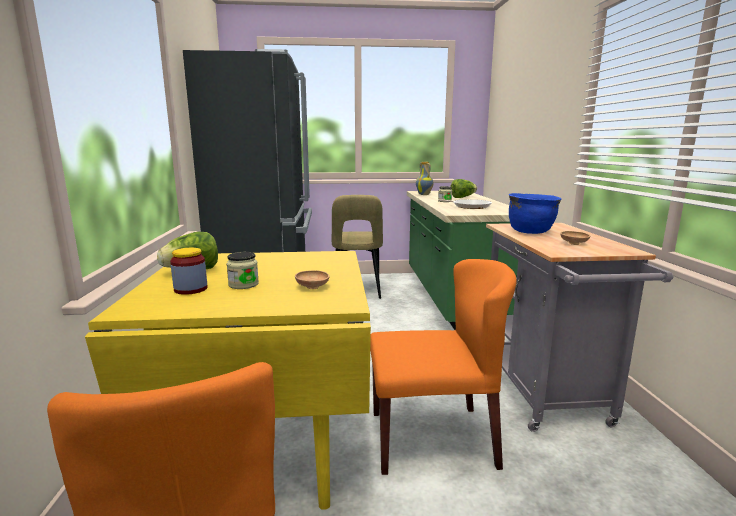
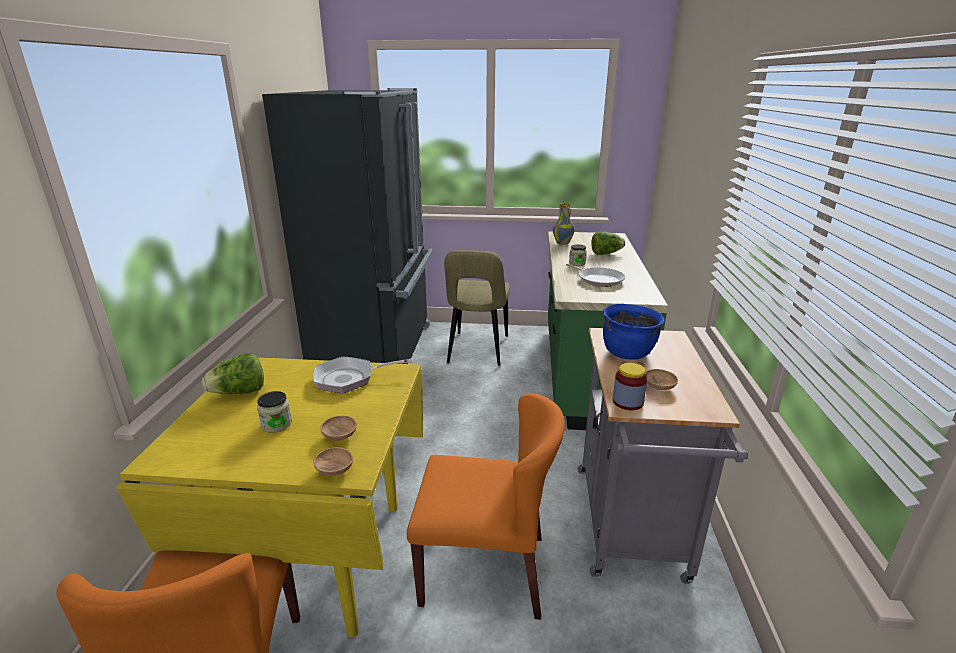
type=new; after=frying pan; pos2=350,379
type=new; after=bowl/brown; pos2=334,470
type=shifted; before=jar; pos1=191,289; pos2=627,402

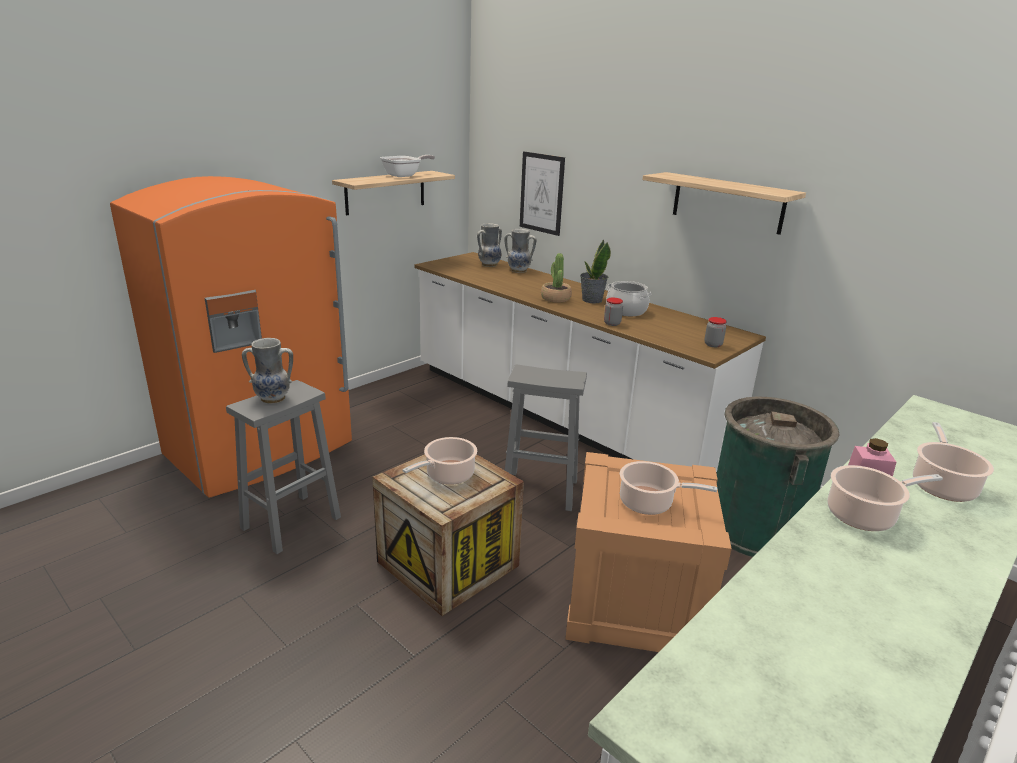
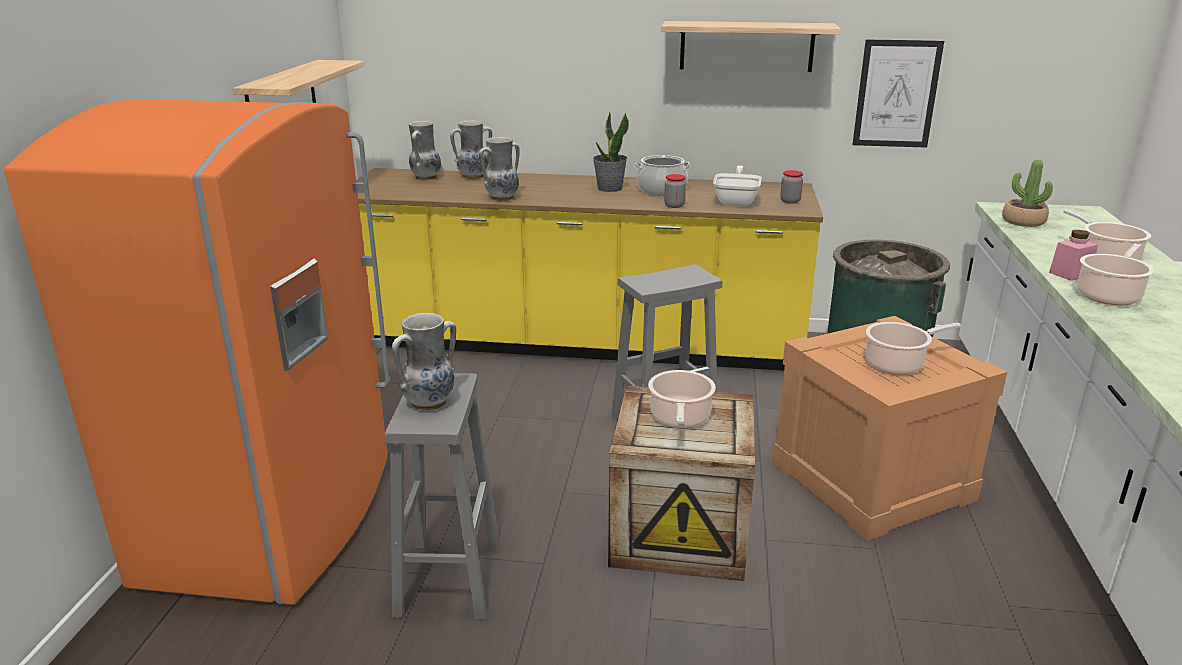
type=repainted; before=counter/white; after=counter/yellow; pos1=558,416; pos2=578,344
type=new; after=vase; pos2=502,198
type=shifted; before=frying pan; pos1=405,175; pos2=736,201
type=shifted; before=picture; pos1=541,193; pos2=896,94
type=shifted; before=potted plant; pos1=555,298; pos2=1023,221

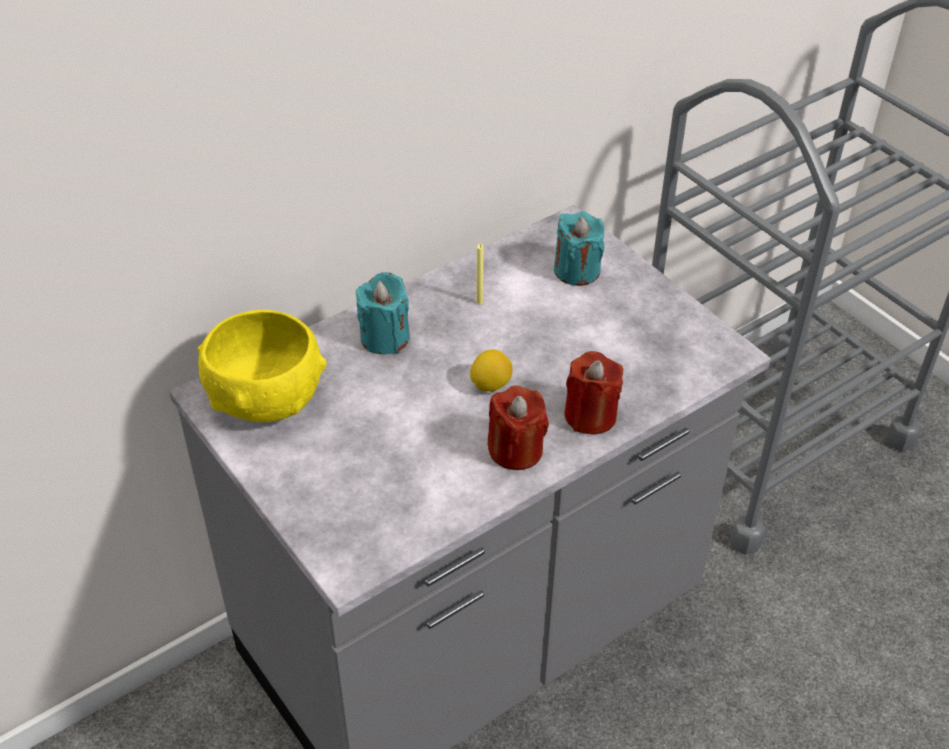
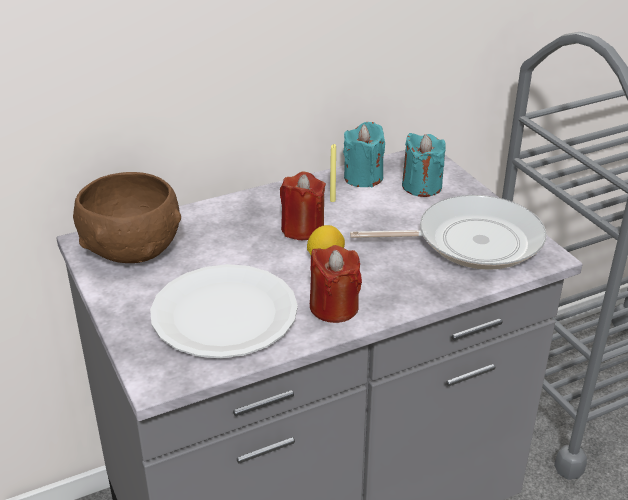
type=repainted; before=bowl/yellow; after=bowl/brown; pos1=266,399; pos2=132,250
type=new; after=plate/white; pos2=224,314
type=shifted; before=candle/red; pos1=590,415; pos2=302,229
type=shifted; before=candle/turquoise; pos1=385,338; pos2=363,177
type=new; after=frying pan; pos2=471,241

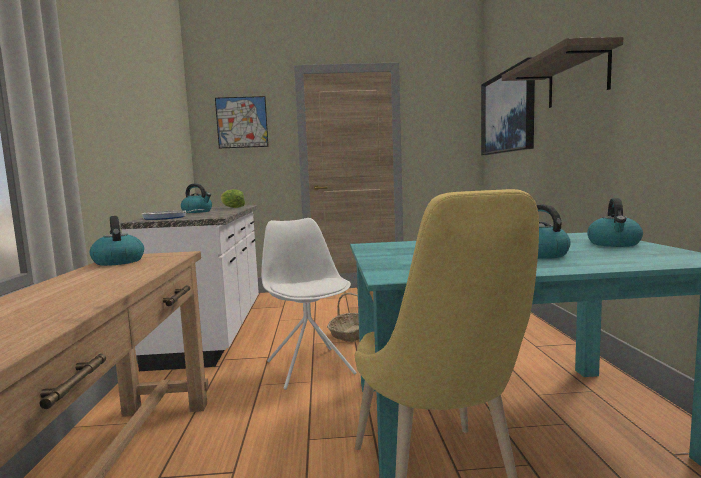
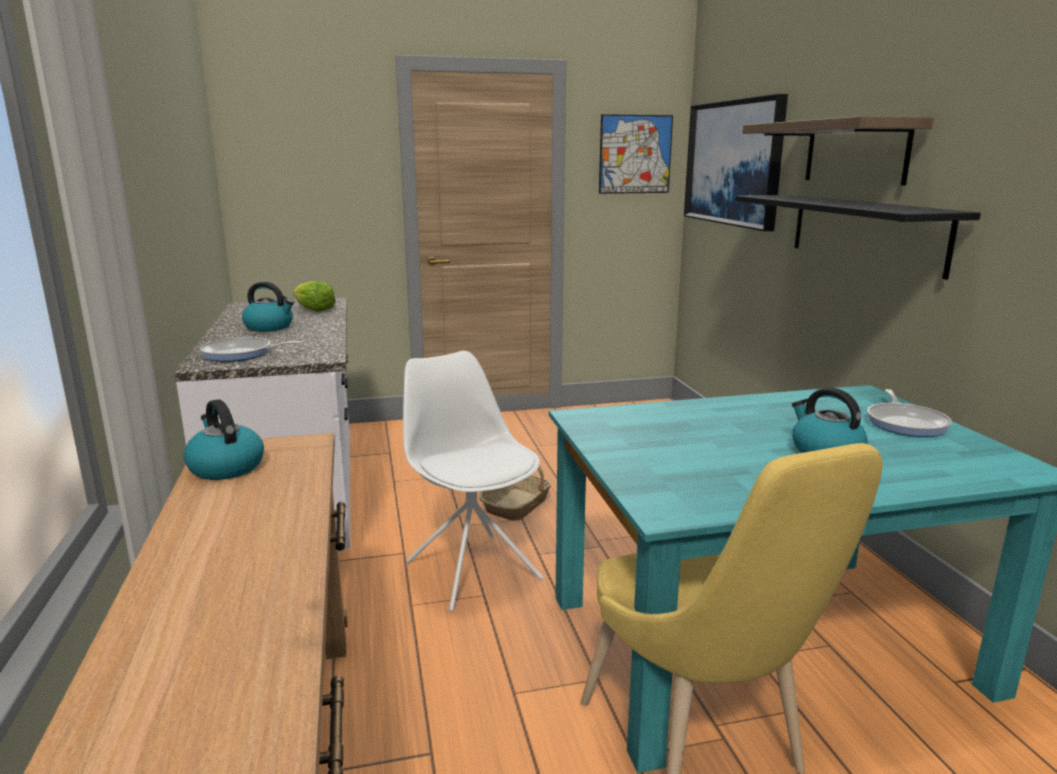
type=shifted; before=picture; pos1=242,122; pos2=635,154
type=new; after=shelf/black; pos2=865,232
type=swapped; before=kettle; after=frying pan; pos1=614,244; pos2=906,423

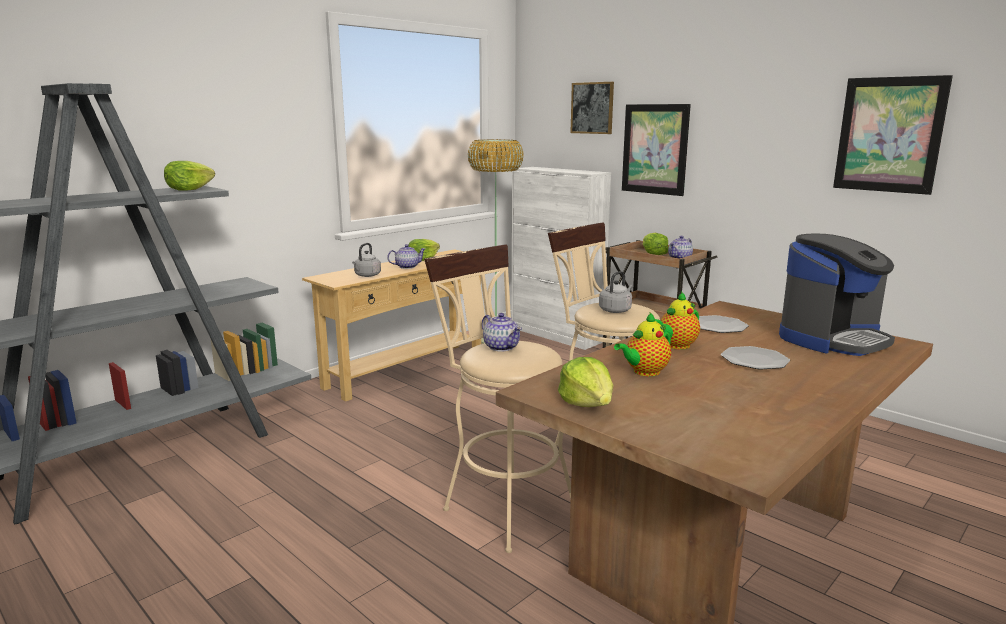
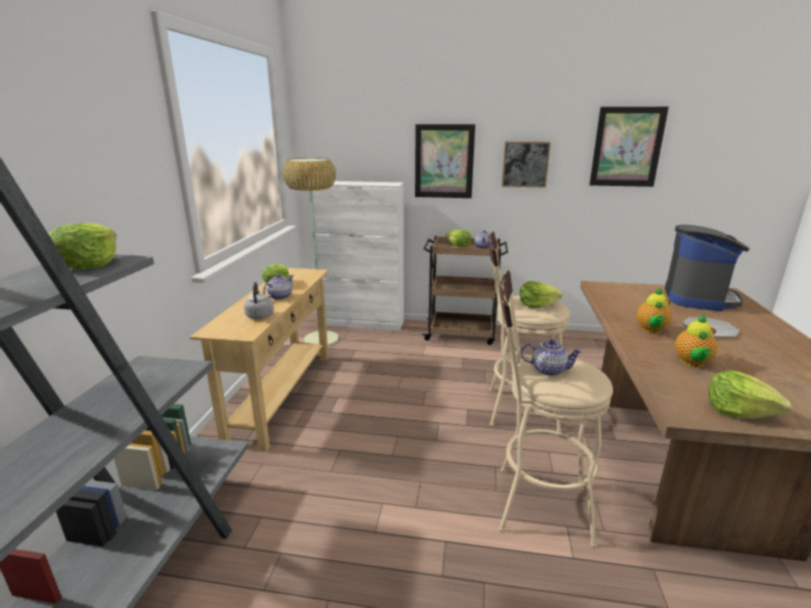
type=shifted; before=picture; pos1=592,108; pos2=525,164
type=swapped; before=kettle/grey; after=lettuce; pos1=616,310; pos2=537,305
type=gone; before=plate; pos1=718,326

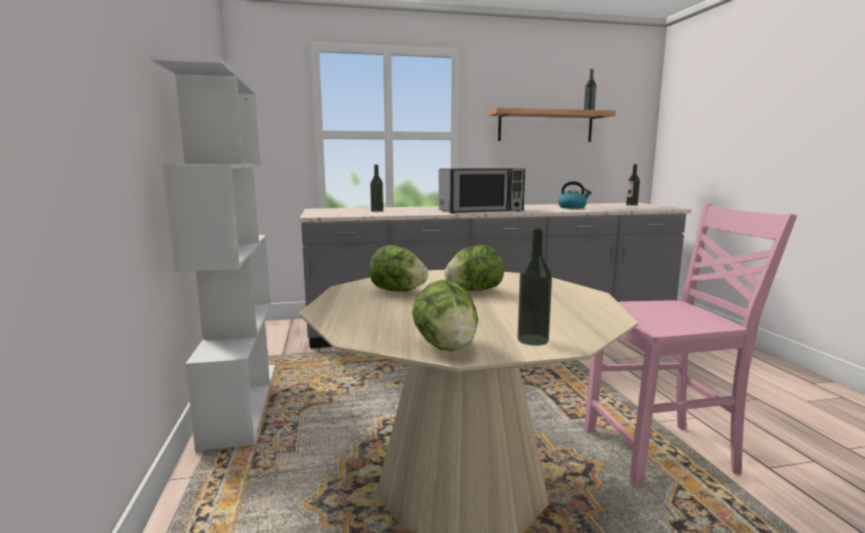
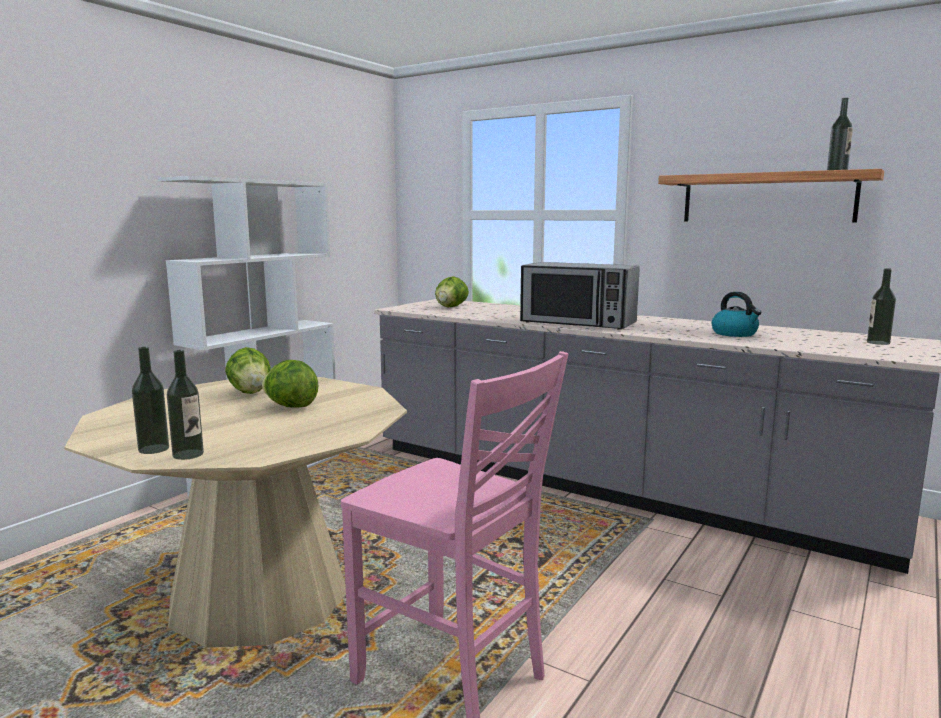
type=shifted; before=bottle; pos1=377,211; pos2=188,454
type=shifted; before=lettuce; pos1=446,346; pos2=450,307

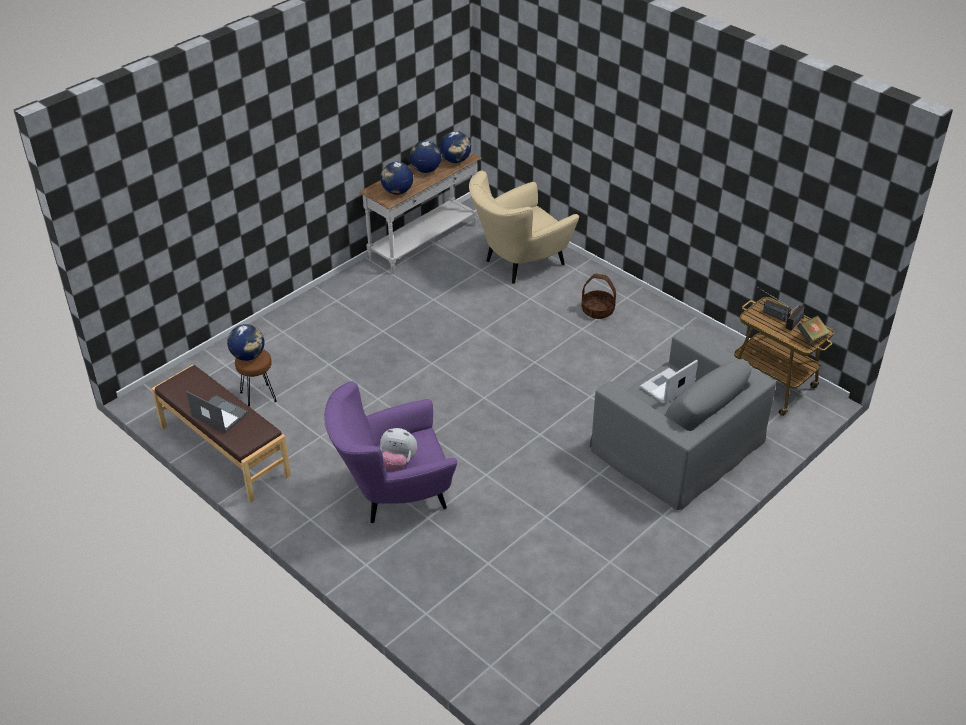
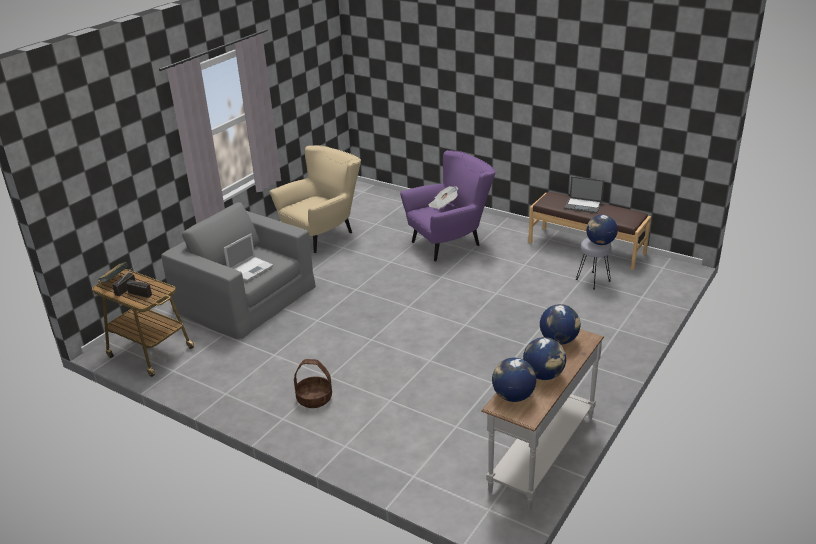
type=shifted; before=armchair/beige; pos1=519,264; pos2=324,234
type=swapped; before=plush toy; after=newspaper; pos1=397,463; pos2=443,205
type=repainted; before=stool/brown; after=stool/grey; pos1=259,396; pos2=592,280

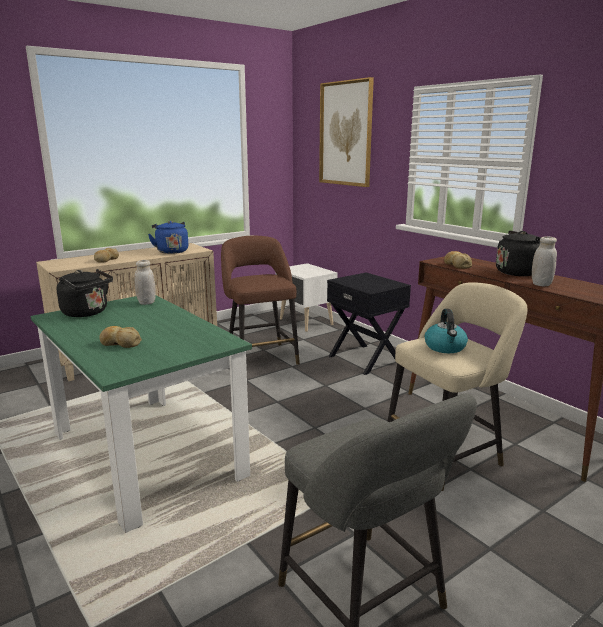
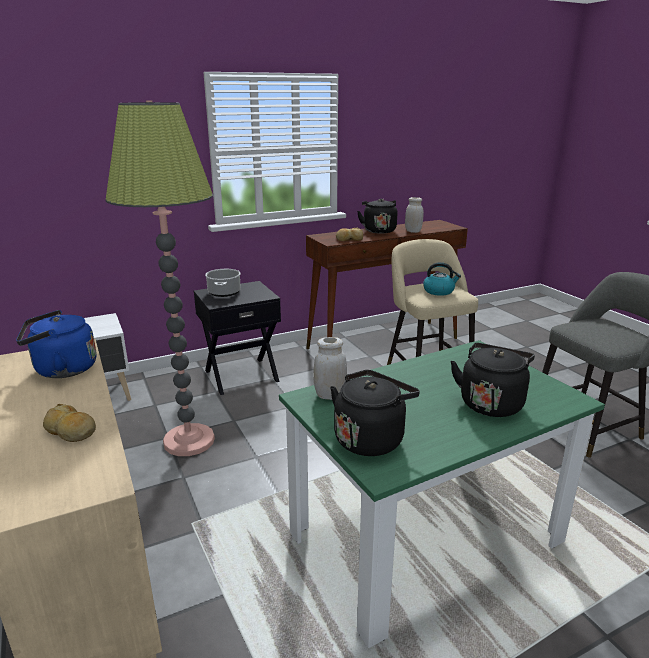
type=swapped; before=stool/brown; after=floor lamp; pos1=260,356; pos2=189,441
type=new; after=cooking pot; pos2=224,292
type=swapped; before=bread; after=kettle/black; pos1=120,343; pos2=491,402
type=gone; before=picture; pos1=346,134

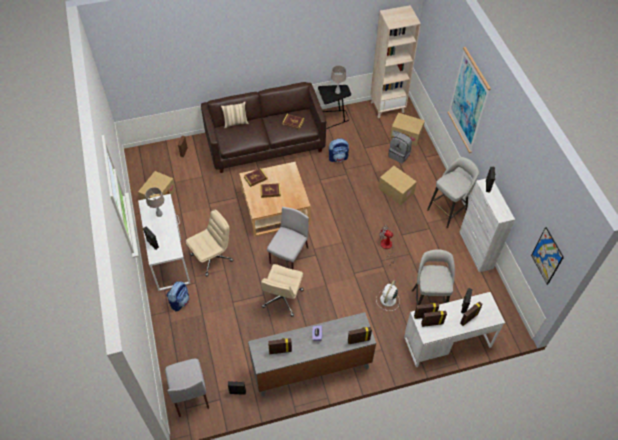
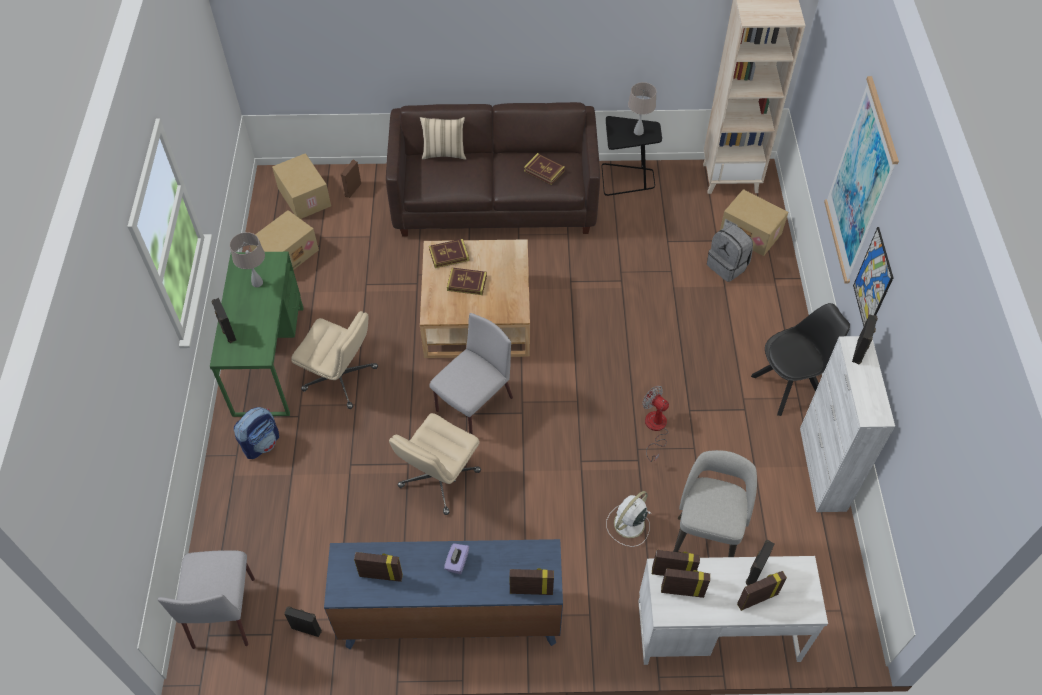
type=repainted; before=desk/white; after=desk/green; pos1=168,255; pos2=269,360
type=shifted; before=cardboard box; pos1=395,191; pos2=303,197
type=rotated; before=office chair/beige; pos1=212,257; pos2=341,379; turn=45
type=repainted; before=dresser/grey; after=dresser/blue; pos1=311,368; pos2=450,617
type=swapped; before=stool/grey; after=chair/black; pos1=448,211; pos2=789,386
type=shifted; before=picture; pos1=547,256; pos2=873,281
type=gone; before=backpack; pos1=338,157

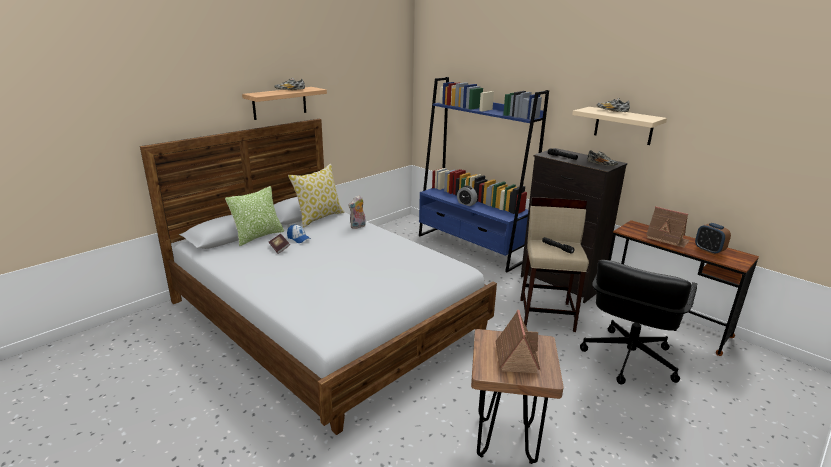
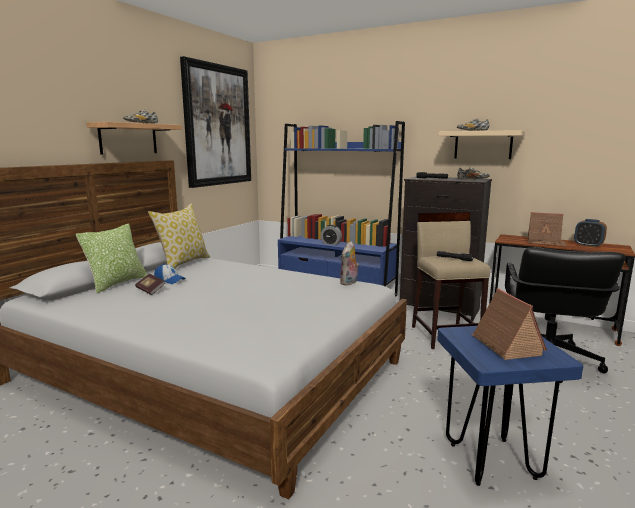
type=new; after=picture; pos2=217,125
type=shifted; before=plush toy; pos1=358,226; pos2=349,283
type=repainted; before=stool/brown; after=stool/blue; pos1=505,441; pos2=491,461

